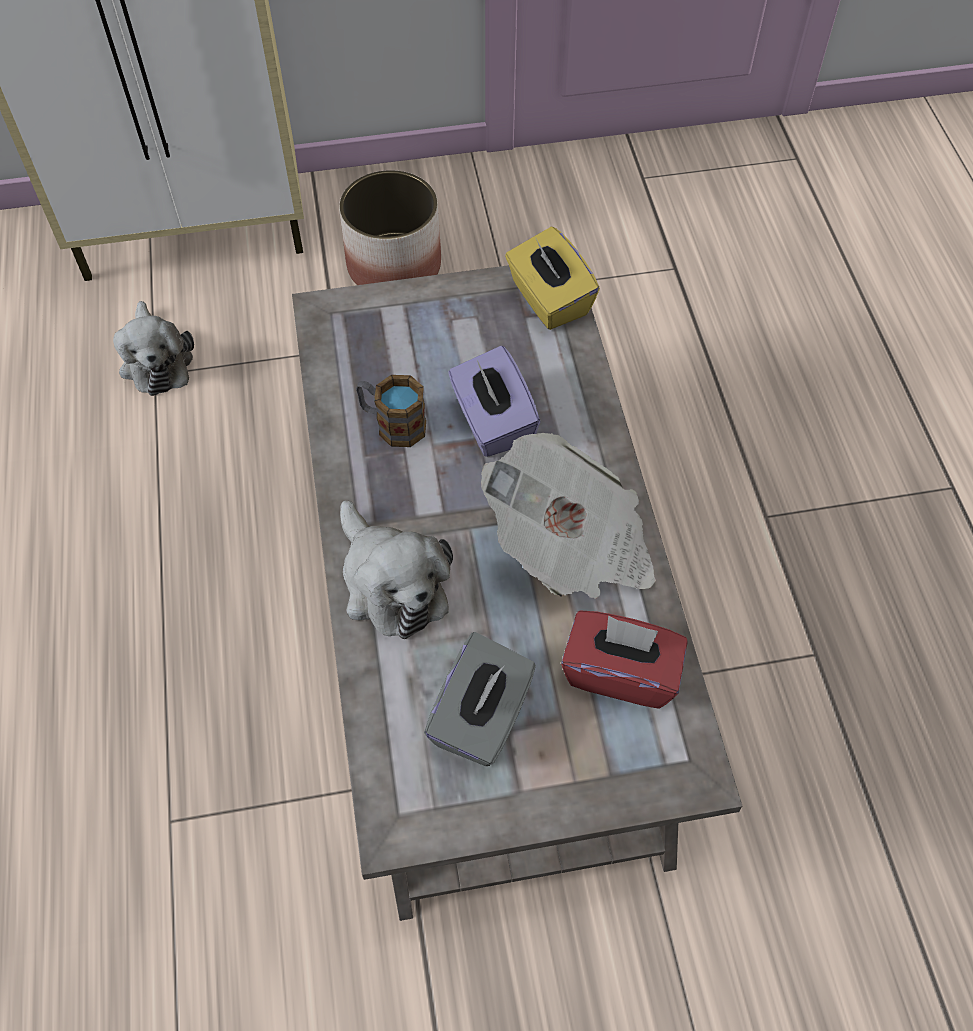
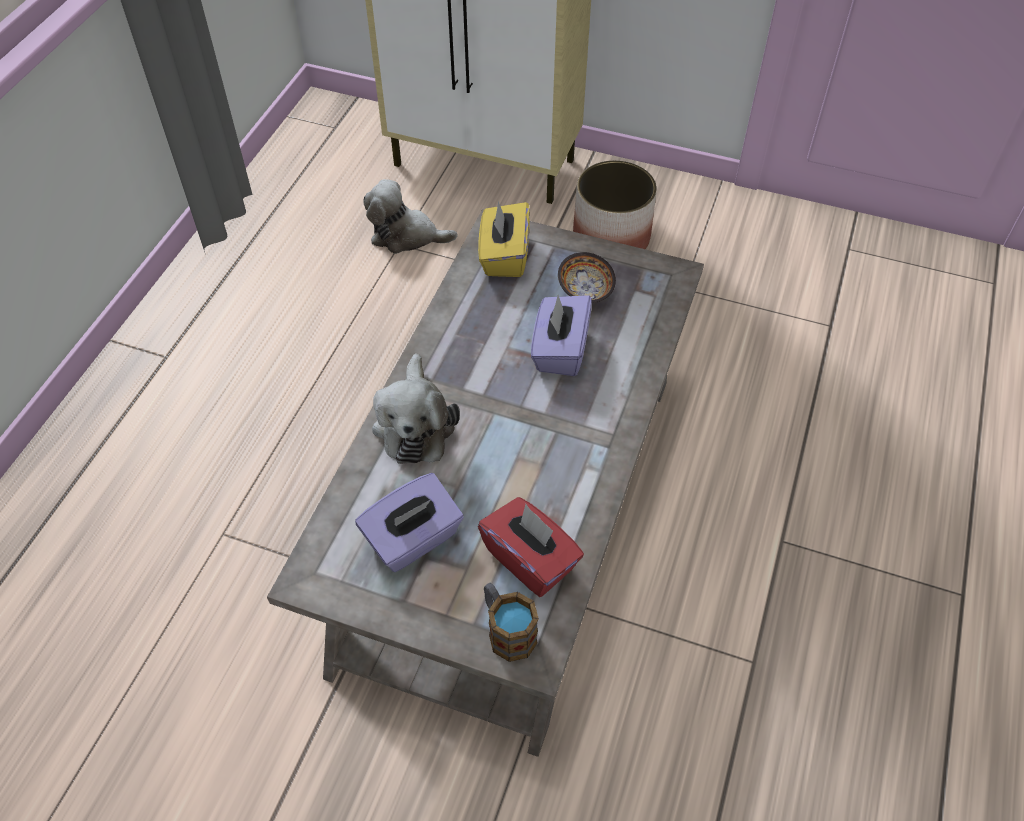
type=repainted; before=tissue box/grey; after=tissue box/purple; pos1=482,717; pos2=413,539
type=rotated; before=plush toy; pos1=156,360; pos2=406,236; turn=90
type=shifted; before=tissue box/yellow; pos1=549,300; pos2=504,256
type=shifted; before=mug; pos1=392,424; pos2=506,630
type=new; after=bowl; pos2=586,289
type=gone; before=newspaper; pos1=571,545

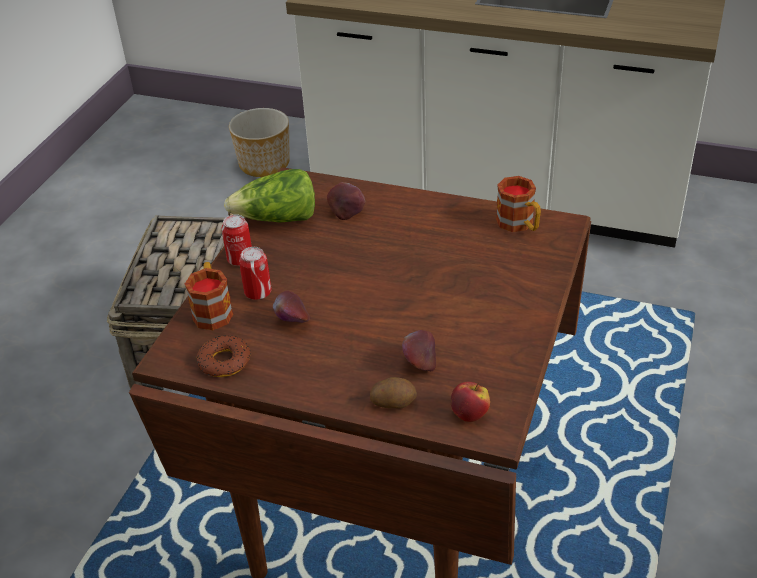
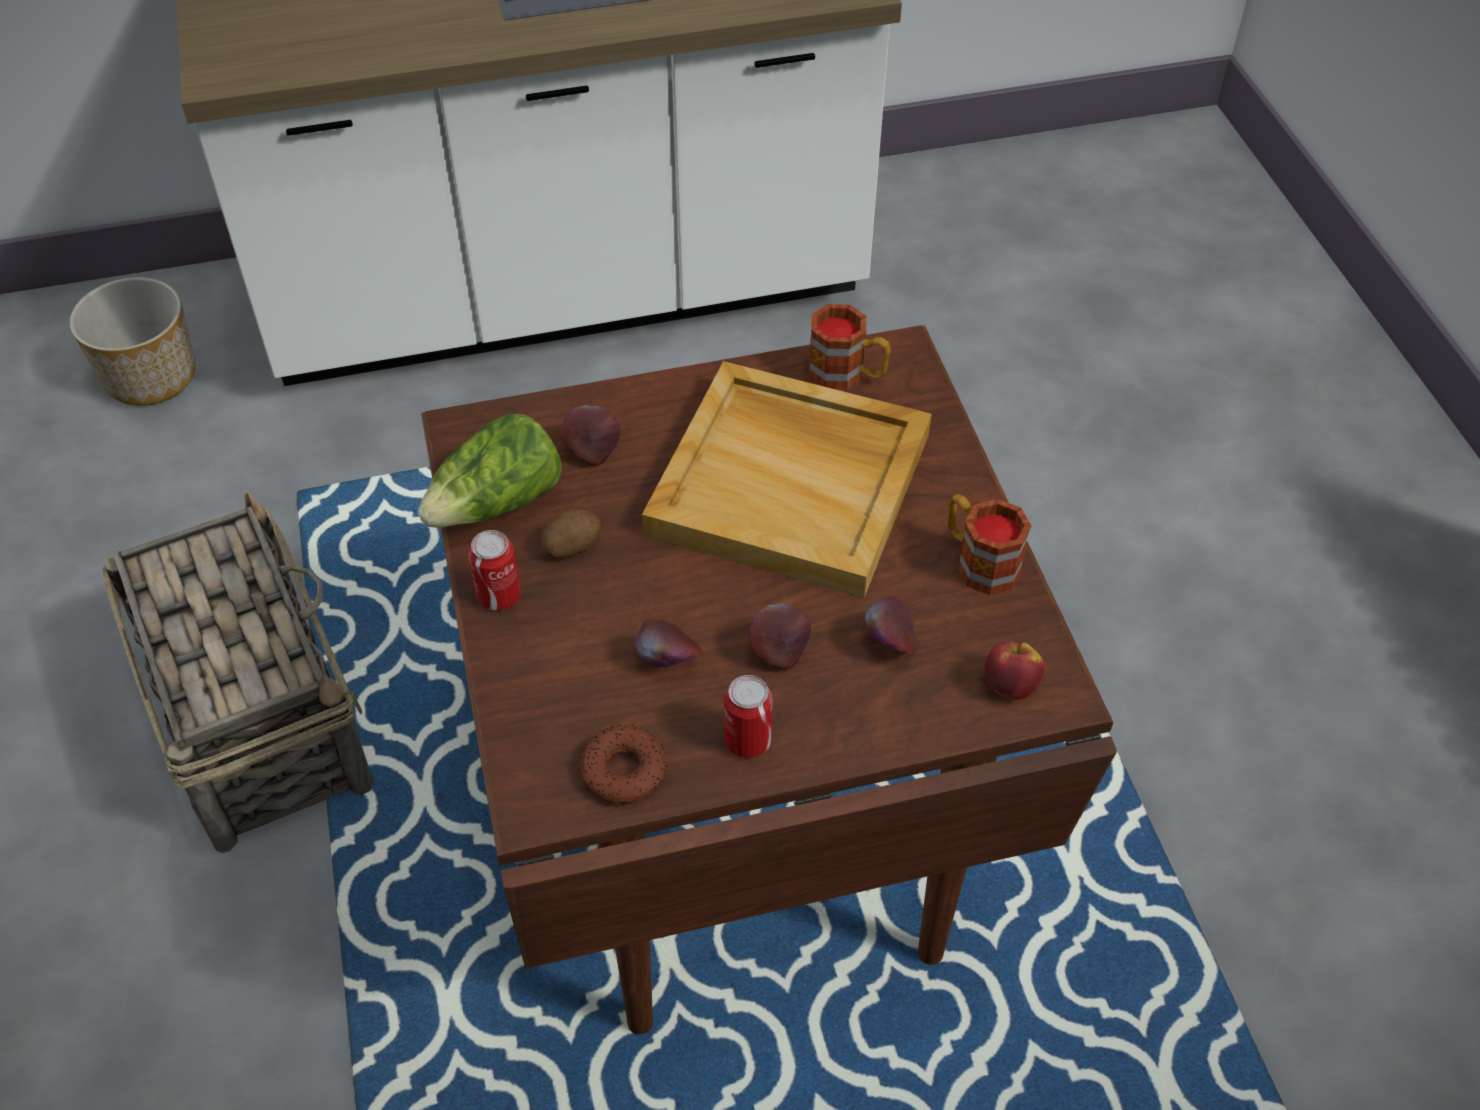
type=shifted; before=potato; pos1=393,402; pos2=571,545
type=new; after=tray/beige; pos2=792,483
type=shifted; before=can; pos1=258,292; pos2=747,740
type=new; after=apple; pos2=779,650
type=shifted; before=mug; pos1=212,310; pos2=978,561

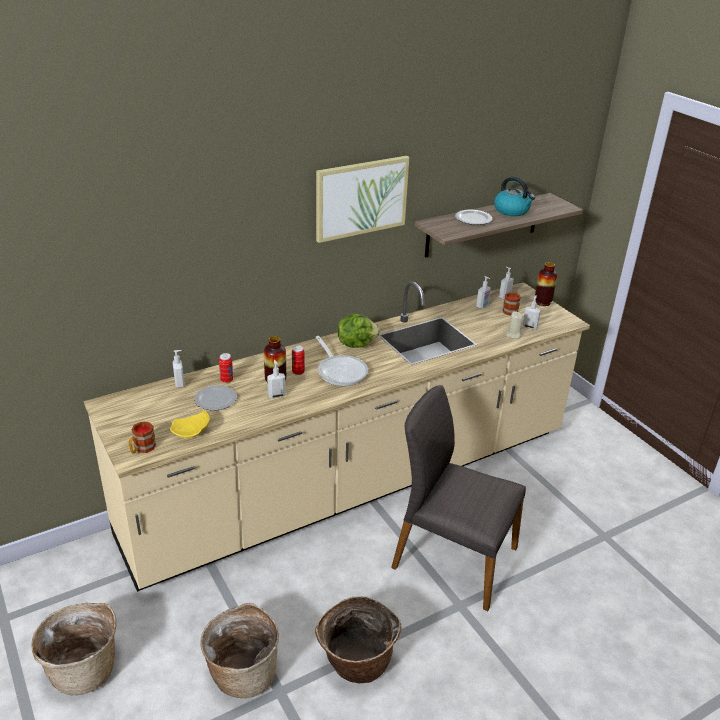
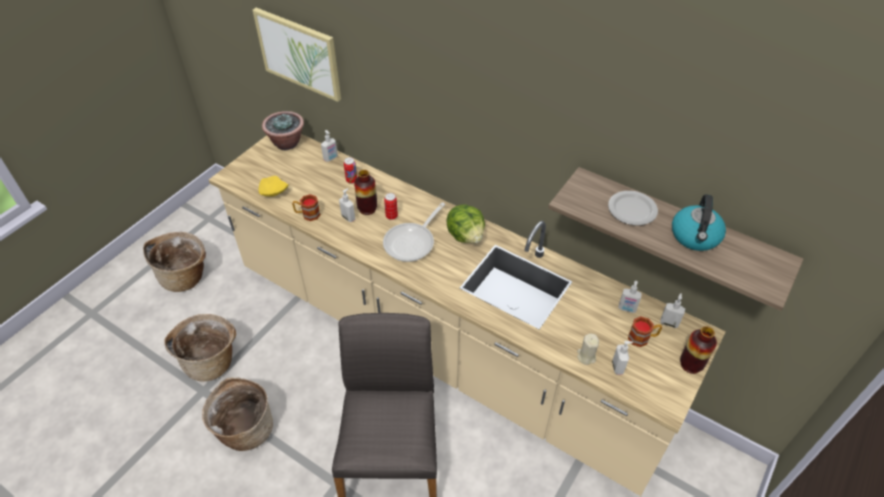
type=shifted; before=picture; pos1=361,198; pos2=299,53
type=new; after=potted plant; pos2=287,143
type=shifted; before=mug; pos1=142,449; pos2=307,214
type=gone; before=plate; pos1=215,399

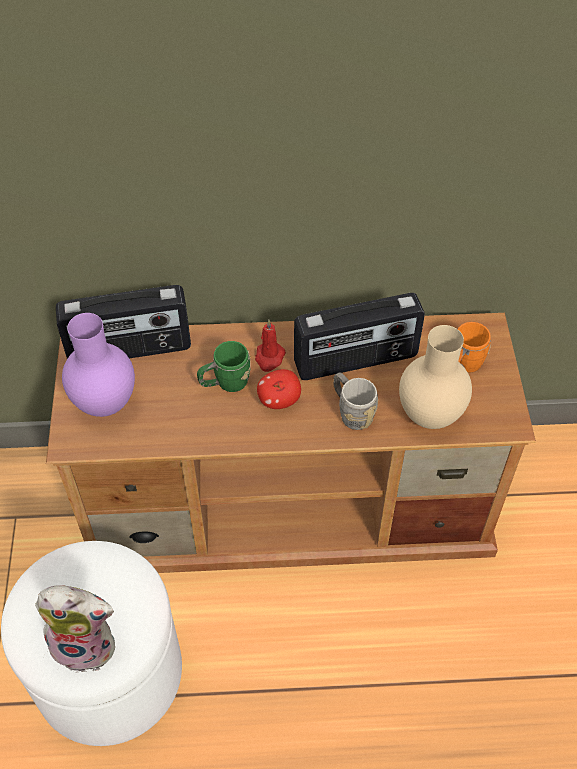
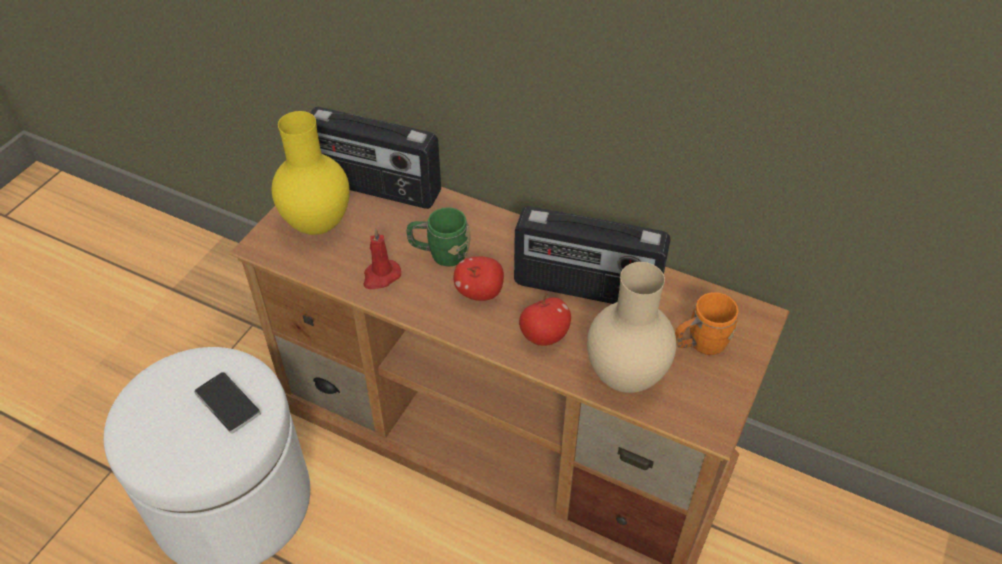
type=new; after=phone; pos2=227,403
type=repainted; before=vase/purple; after=vase/yellow; pos1=104,404; pos2=316,225
type=shifted; before=candle/red; pos1=269,358; pos2=381,276
type=swapped; before=mug/grey; after=apple; pos1=351,412; pos2=544,336
type=gone; before=plush toy; pos1=87,643

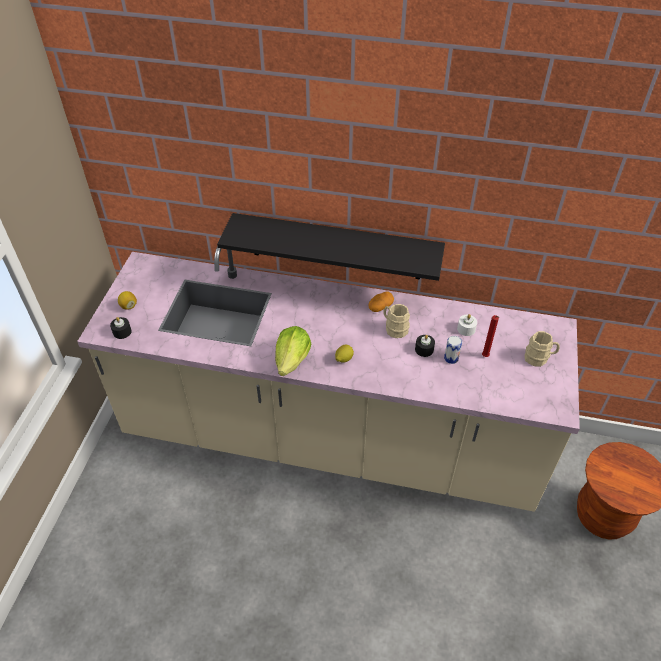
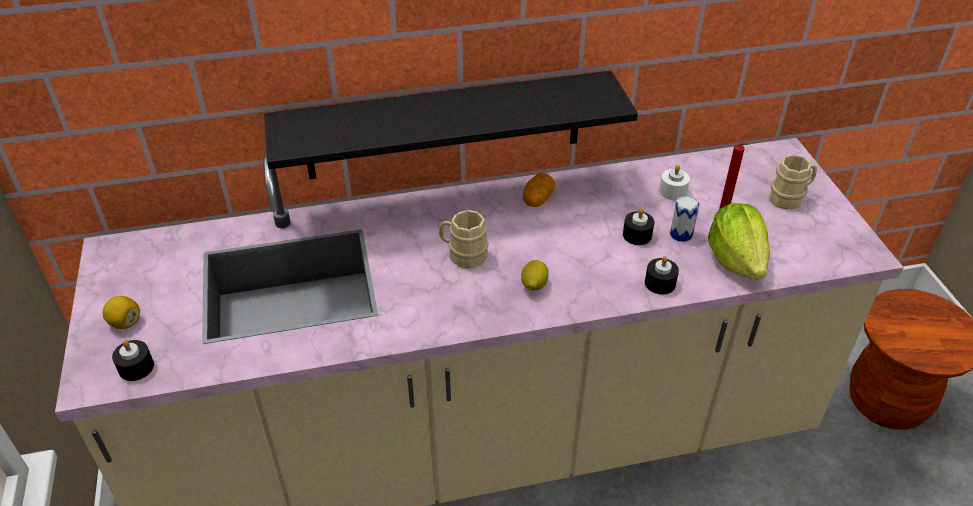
type=shifted; before=mug/beige; pos1=394,328; pos2=463,255
type=new; after=candle/black; pos2=660,283
type=shifted; before=lettuce; pos1=292,360; pos2=736,259

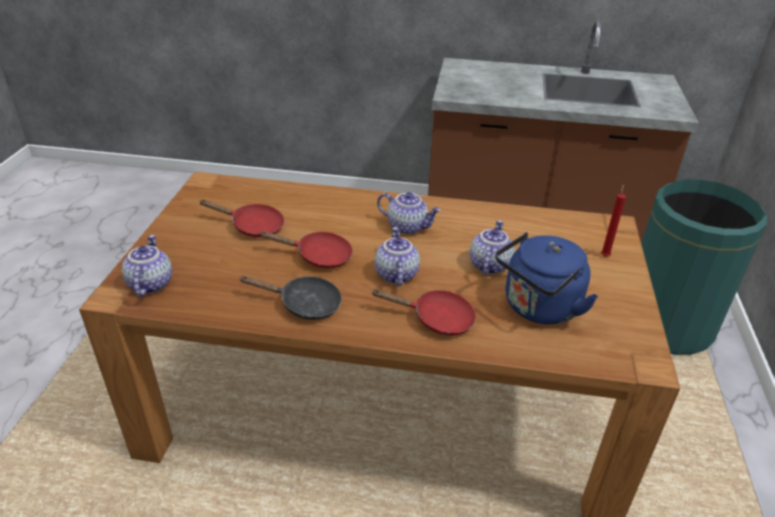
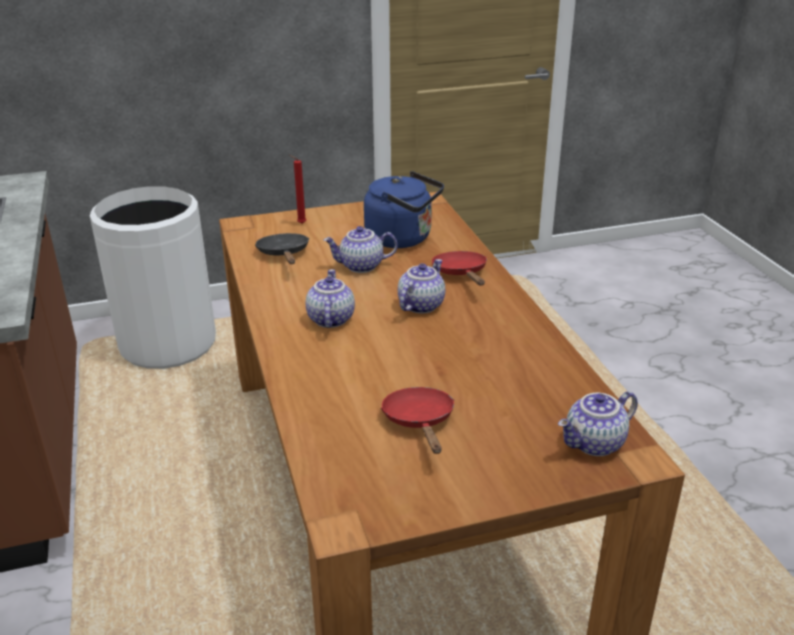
type=repainted; before=trash can/green; after=trash can/white; pos1=665,325; pos2=168,344
type=shifted; before=frying pan/black; pos1=304,304; pos2=284,254
type=rotated; before=teapot; pos1=395,274; pos2=420,305; turn=150
type=gone; before=frying pan/red; pos1=318,256

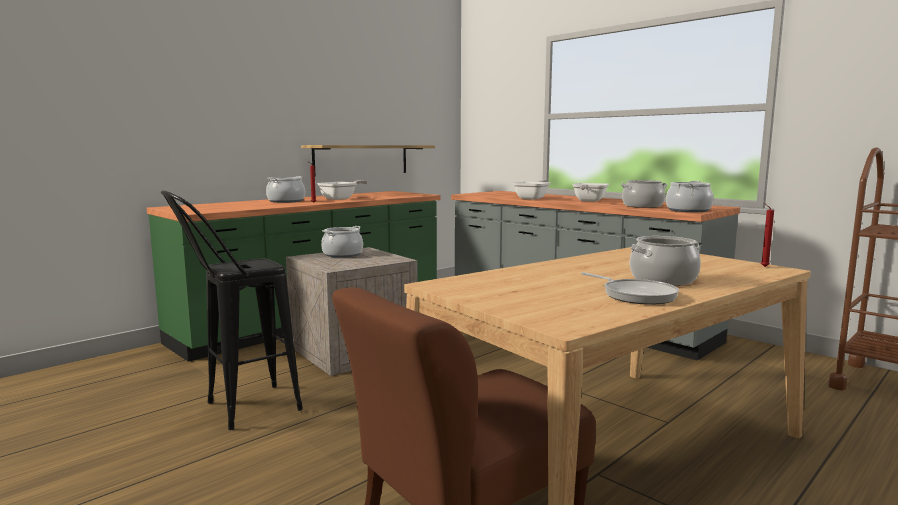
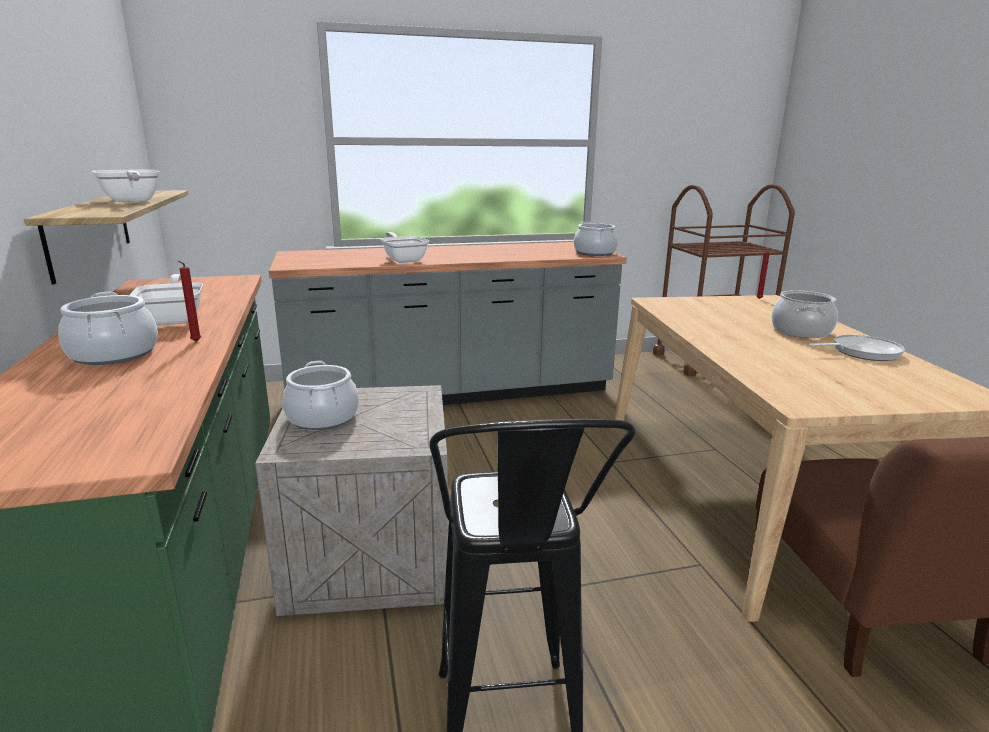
type=shifted; before=frying pan; pos1=588,201; pos2=131,201
type=gone; before=cooking pot; pos1=642,206

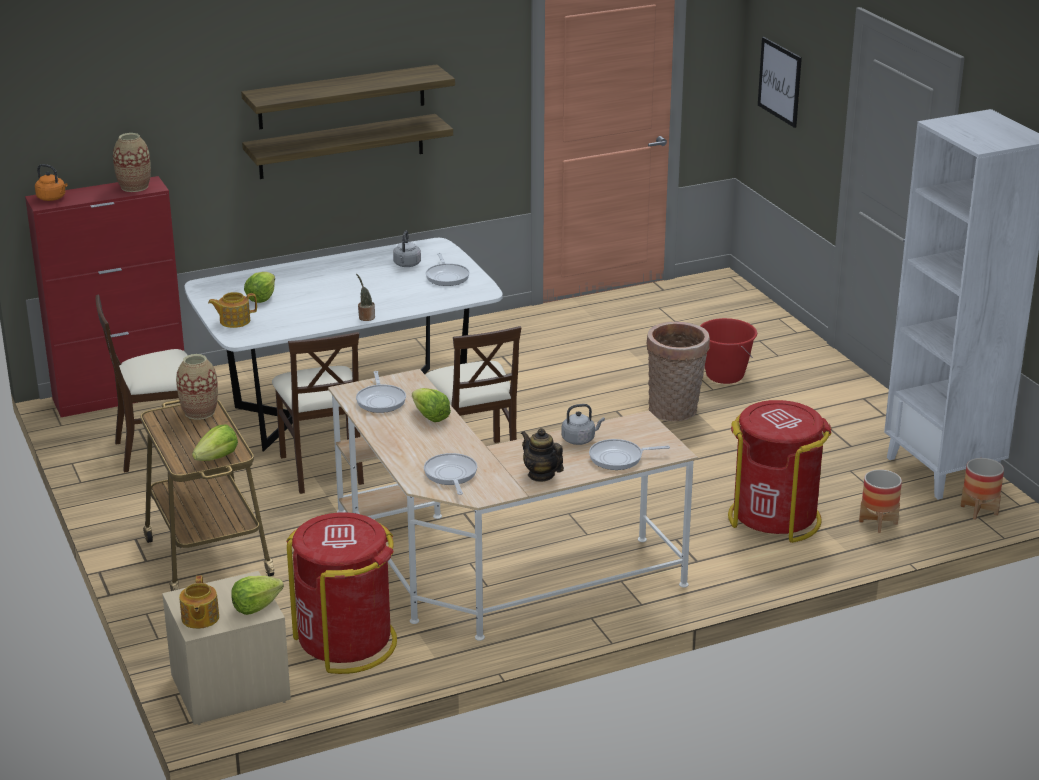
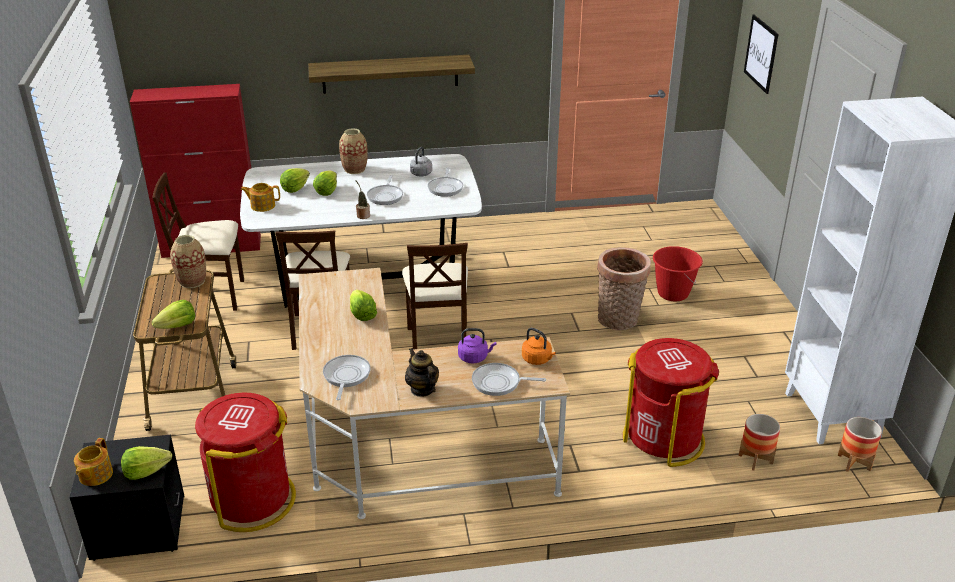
type=repainted; before=nightstand/beige; after=nightstand/black; pos1=230,688; pos2=138,528
type=new; after=lettuce; pos2=327,191
type=shifted; before=vase; pos1=134,187; pos2=354,169
type=shifted; before=frying pan; pos1=381,400; pos2=385,196
type=repainted; before=kettle/grey; after=kettle/purple; pos1=580,439; pos2=474,357
type=shifted; before=kettle/orange; pos1=52,198; pos2=538,360
type=gone; before=shelf; pos1=341,97

